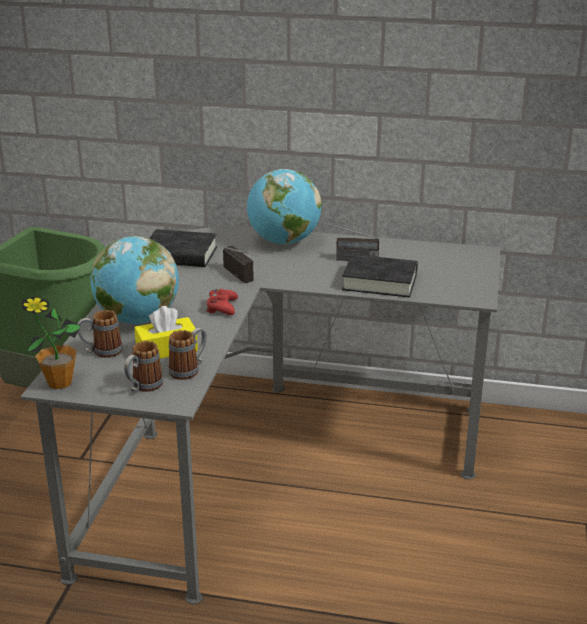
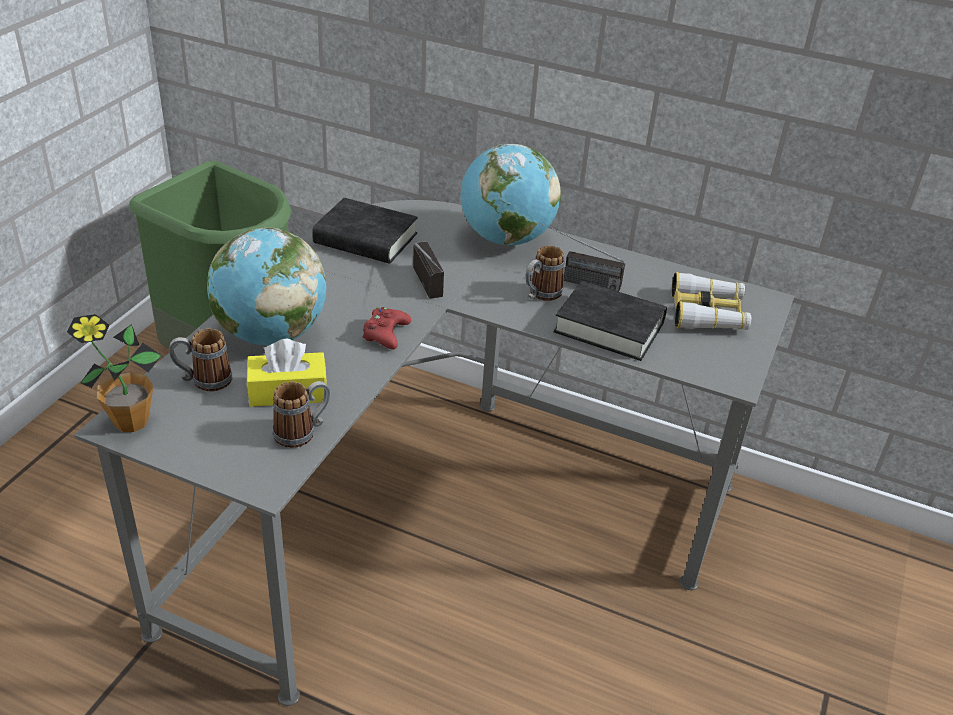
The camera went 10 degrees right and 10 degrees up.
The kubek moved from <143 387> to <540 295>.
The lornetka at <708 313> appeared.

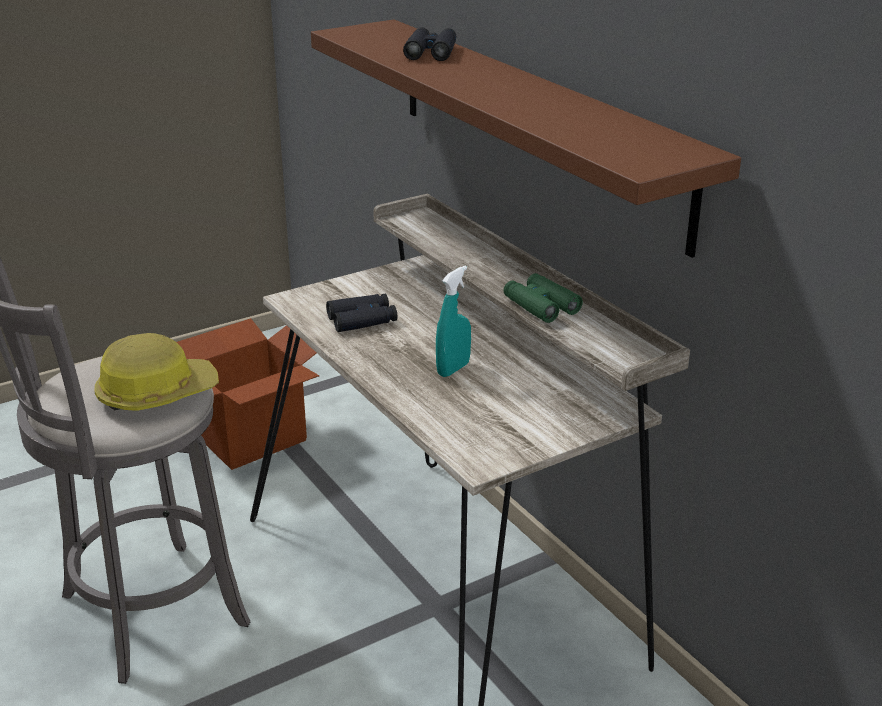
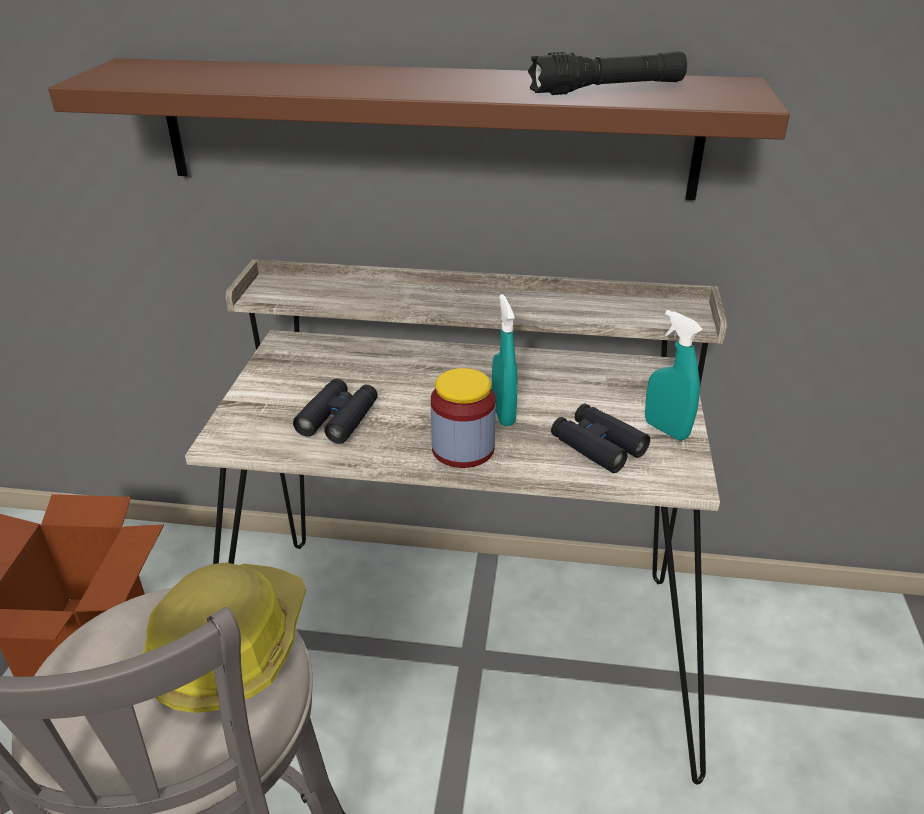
The camera went 50 degrees left and 5 degrees up.
The słoik at <463 449> appeared.
The latarka (czarny) at <607 89> appeared.
The lornetka (czarny) moved from <431 52> to <597 446>.
The spryskiwacz (turkusowy) at <666 430> appeared.
The lornetka (zielony) at <541 305> disappeared.

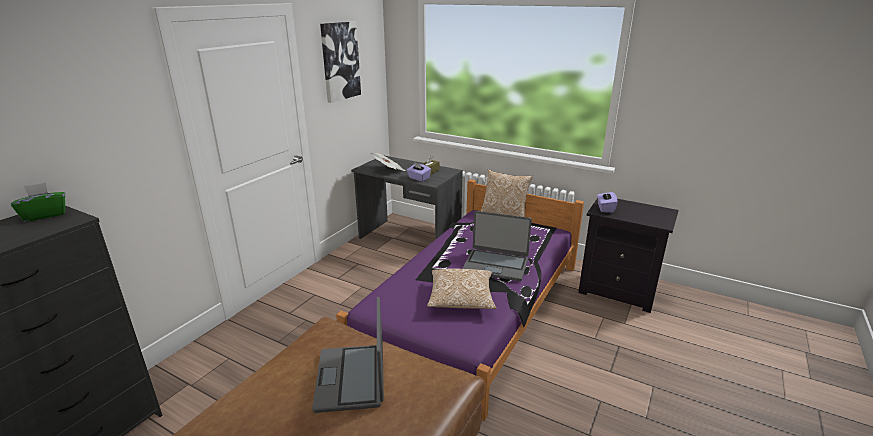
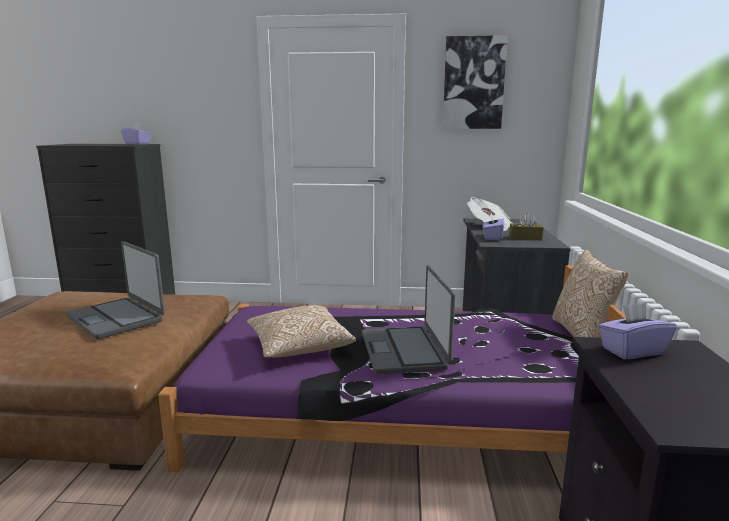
The camera went 65 degrees right and 10 degrees down.
The laptop at <352 378> turned 105 degrees counterclockwise.
The pudełko chusteczek (zielony) at <45 215> became the pudełko chusteczek (fioletowy) at <137 144>.

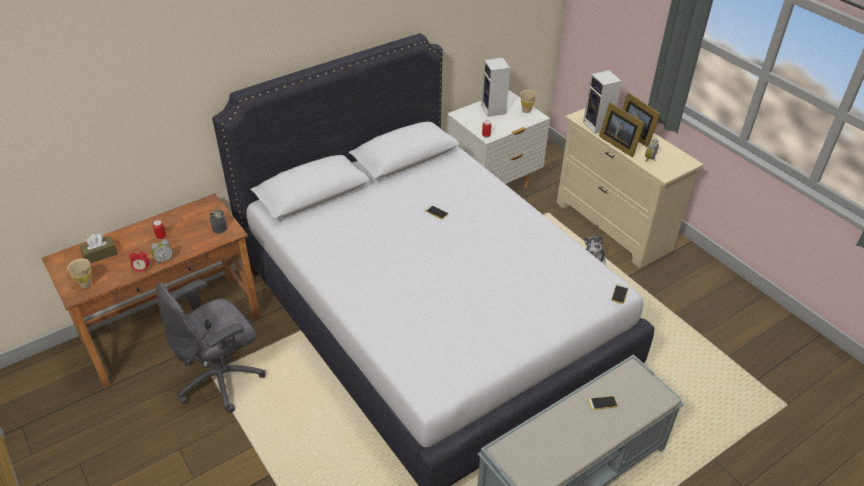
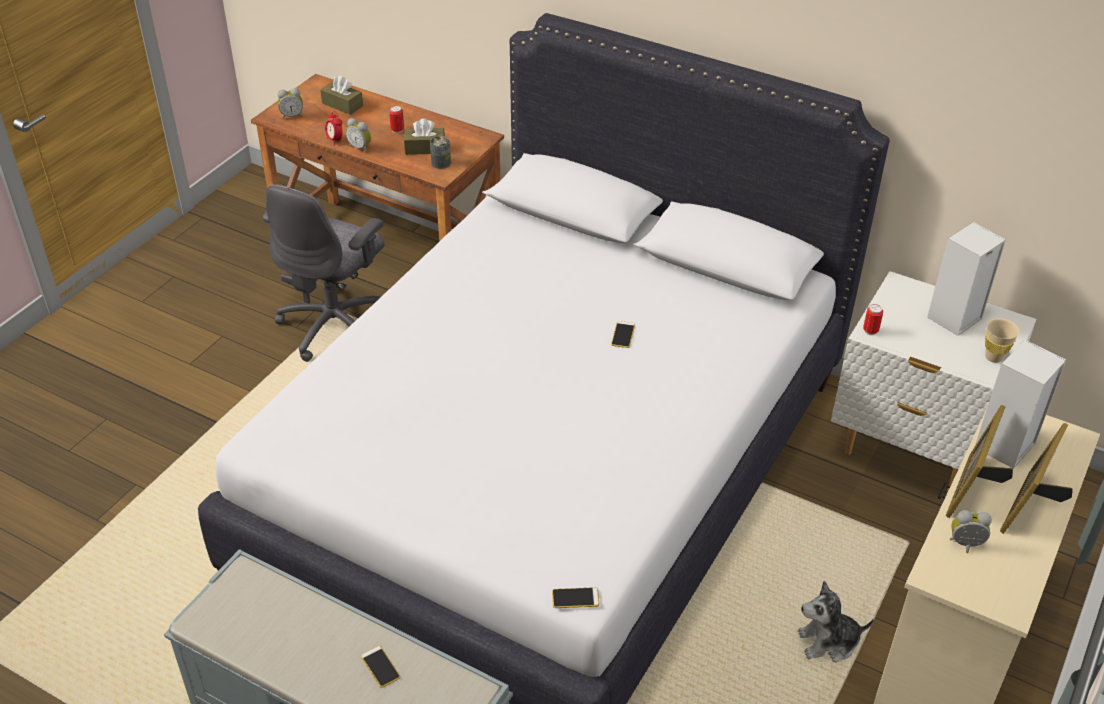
The camera went 65 degrees right and 0 degrees up.
The krzesło biurowe (szary) at <222 379> turned 90 degrees counterclockwise.
The filiżanka (beżowy) at <86 284> was replaced by the budzik at <292 116>.
The pudełko chusteczek (brązowy) at <425 148> appeared.

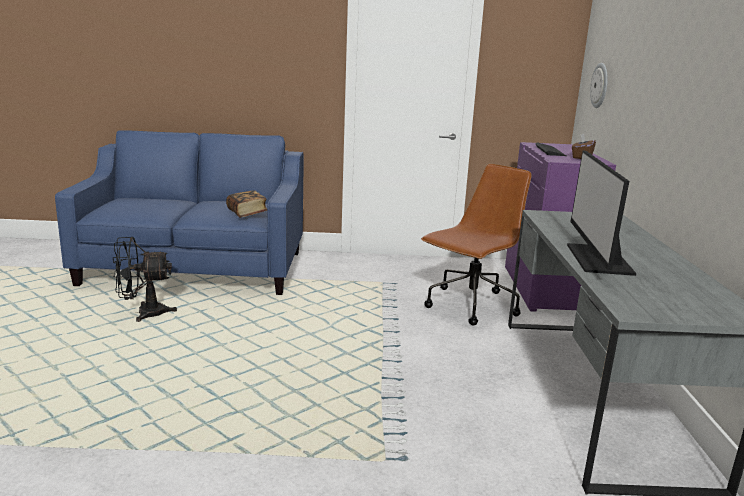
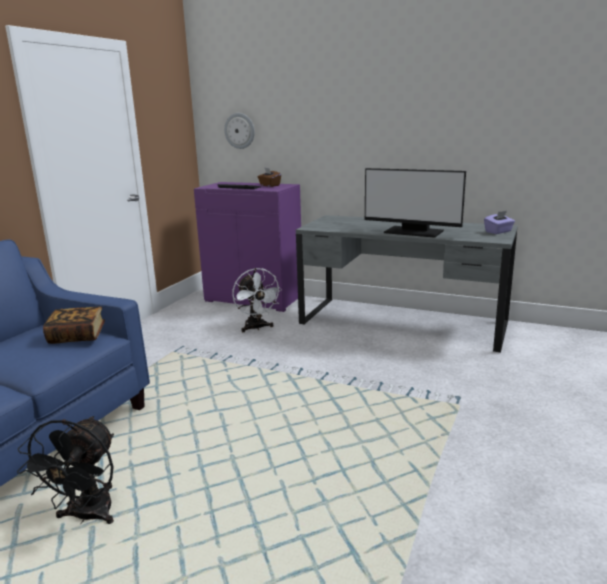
The camera went 65 degrees left and 0 degrees up.
The krzesło biurowe (brązowy) at <470 306> was replaced by the wentylator (biały) at <256 328>.
The pudełko chusteczek (fioletowy) at <498 232> appeared.

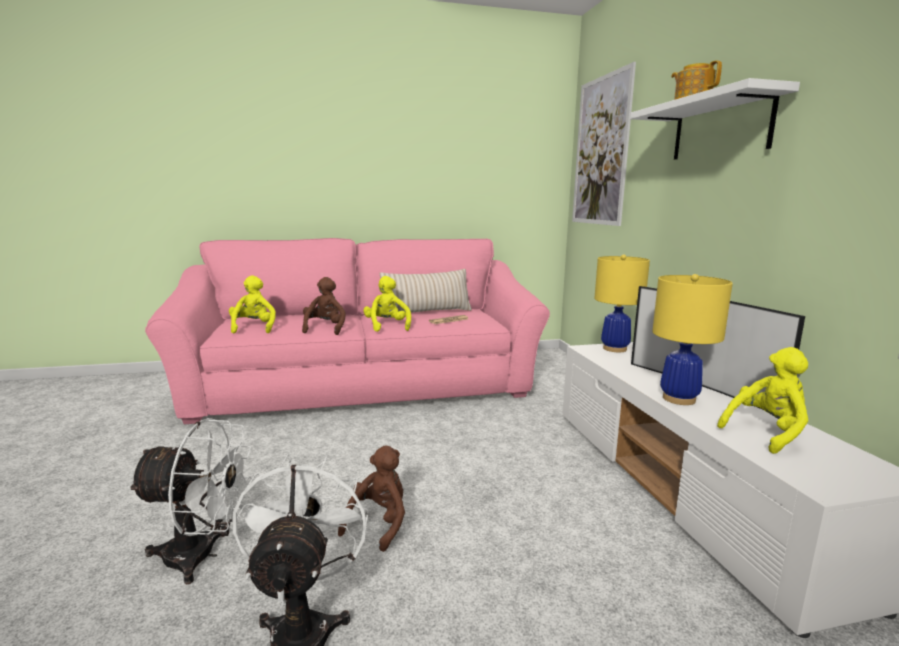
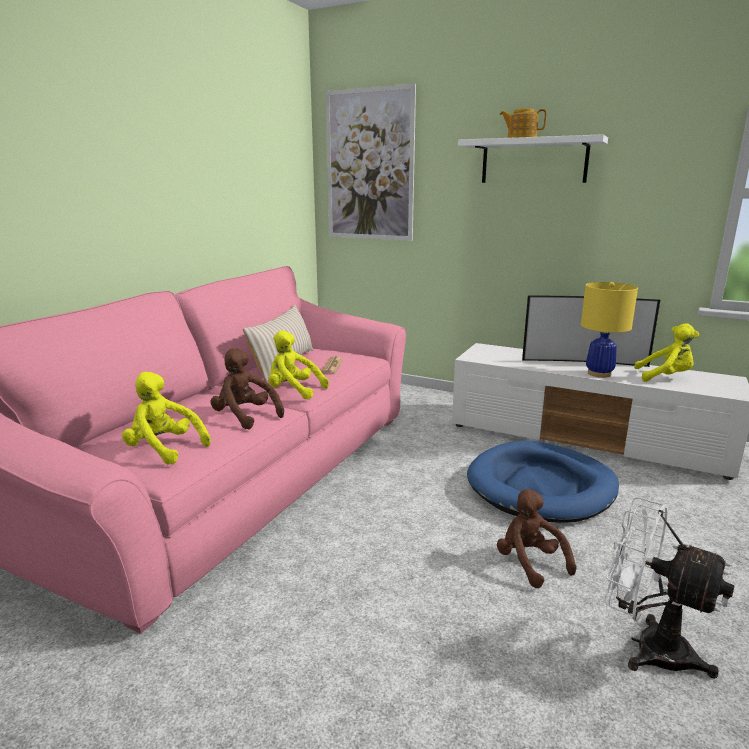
The camera went 50 degrees left and 5 degrees up.
The legowisko (niebieski) at <541 487> appeared.
The pluszak (żółty) at <766 432> turned 90 degrees clockwise.
The wentylator (biały) at <202 556> disappeared.
The lampa stołowa (żółty) at <615 349> disappeared.

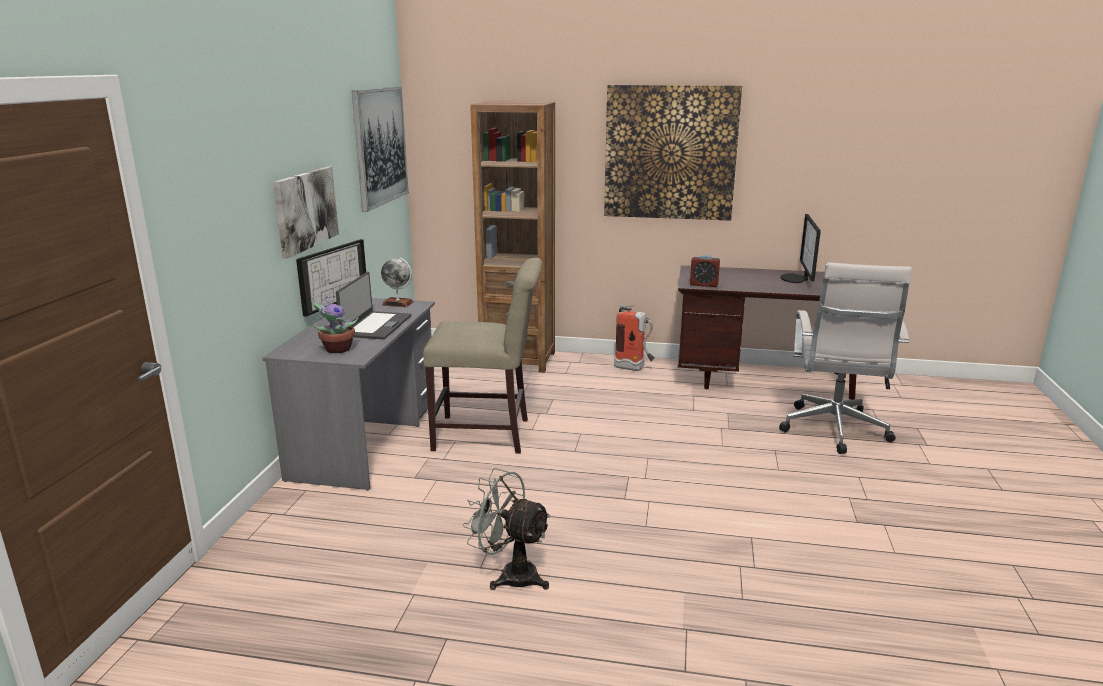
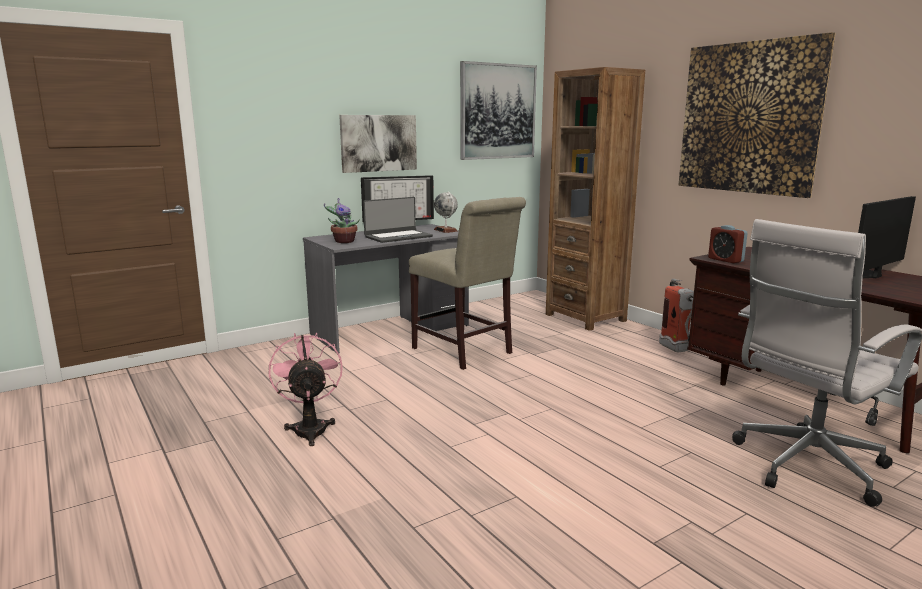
The camera went 45 degrees right and 5 degrees down.
The wentylator (szary) at <510 574> became the wentylator (różowy) at <310 428>.

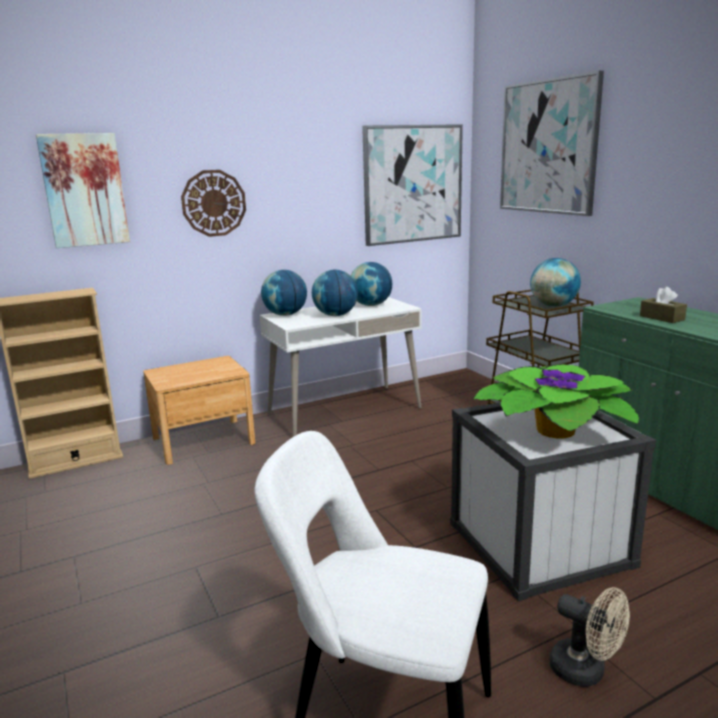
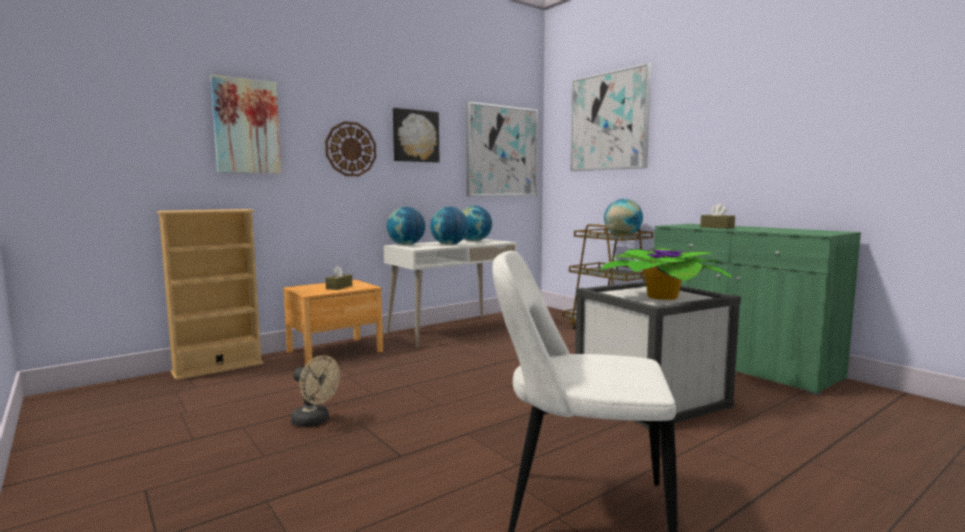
The camera went 10 degrees left and 10 degrees down.
The wentylator (beżowy) moved from <586 671> to <315 421>.
The pudełko chusteczek (brązowy) at <339 287> appeared.
The obraz at <415 136> appeared.

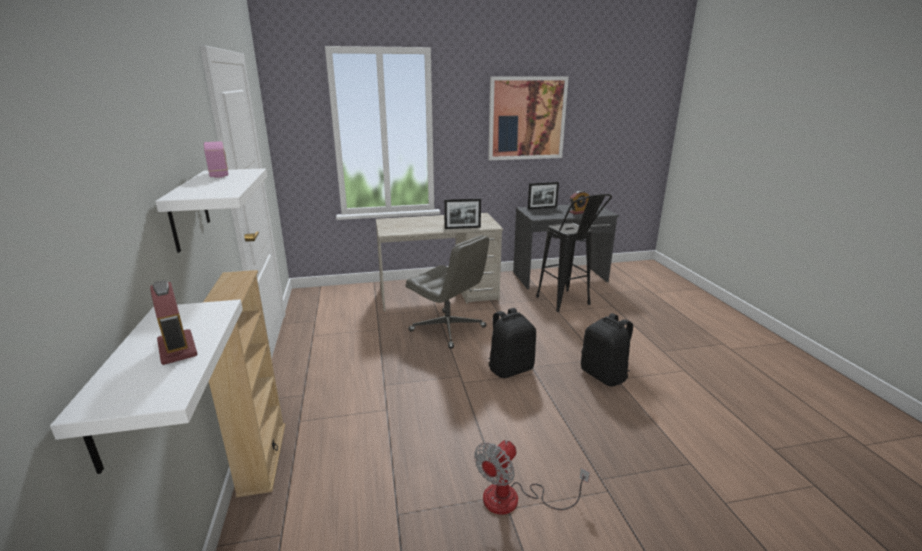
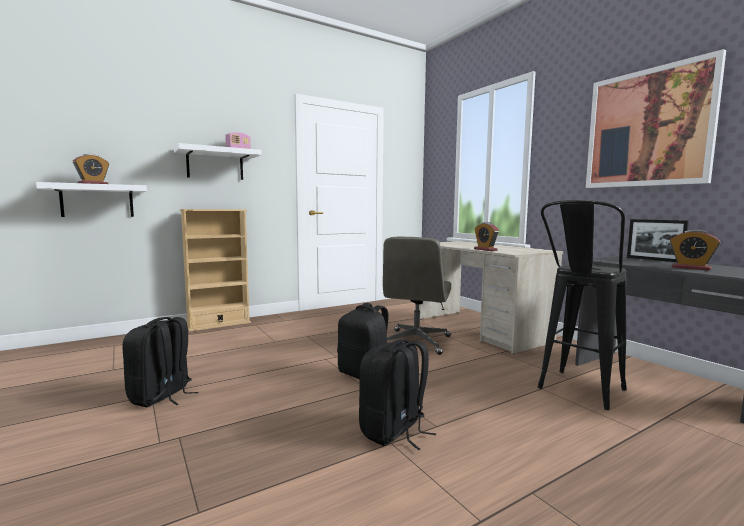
The camera went 70 degrees right and 15 degrees down.
The wentylator at <514 499> was replaced by the plecak (czarny) at <161 396>.
The ramka na zdjęcie at <462 228> was replaced by the budzik at <485 249>.

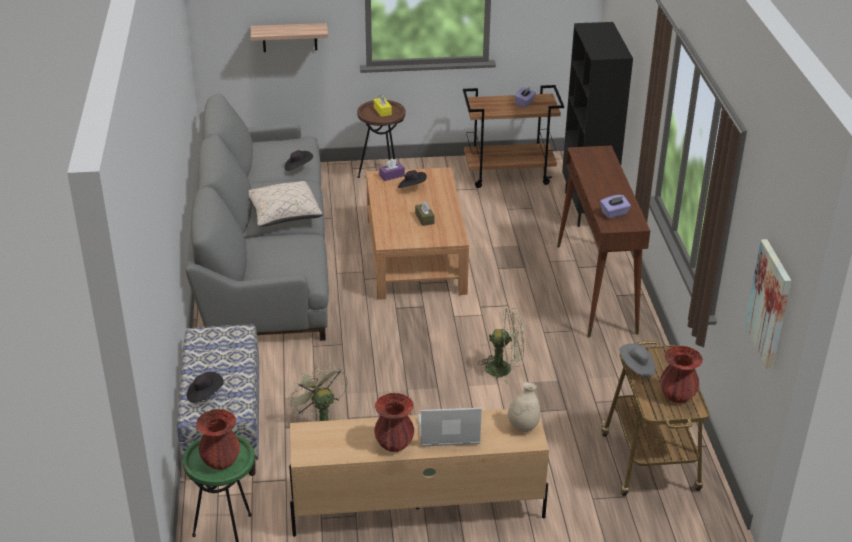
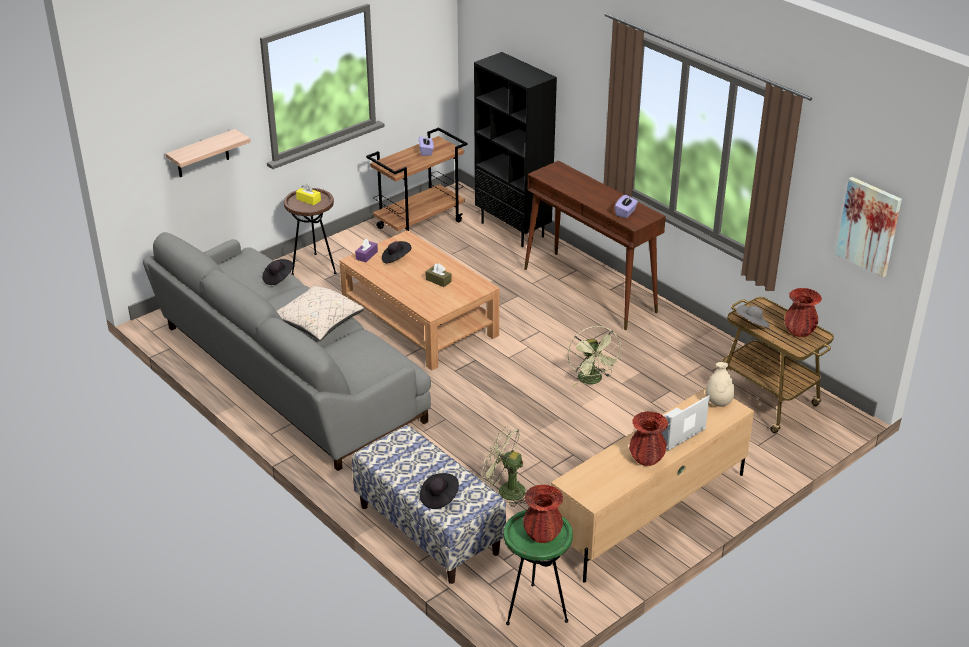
The camera went 35 degrees left and 0 degrees up.
The wentylator (zielony) at <504 368> turned 105 degrees clockwise.

